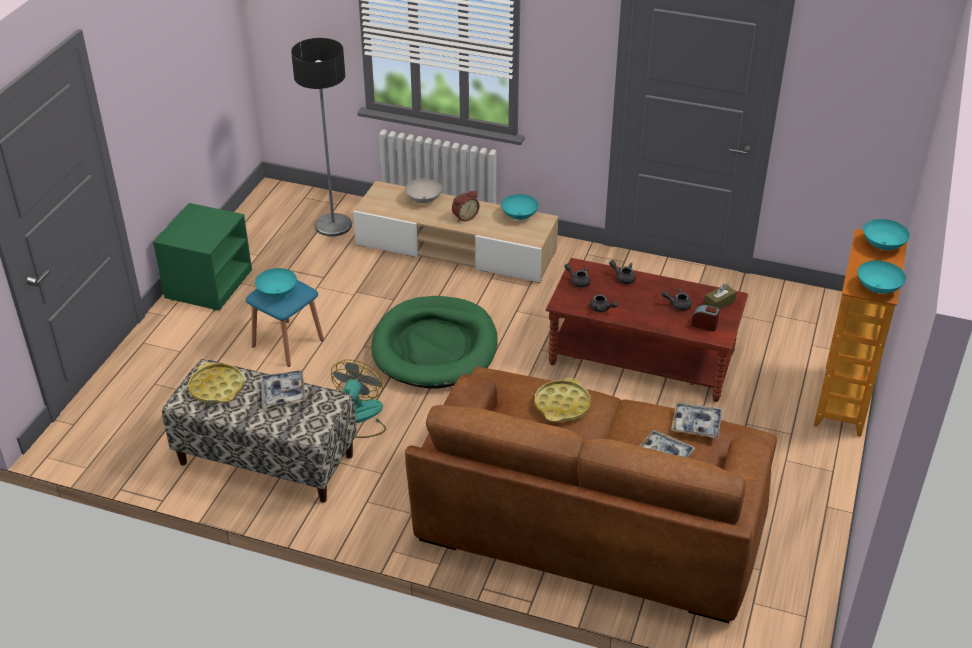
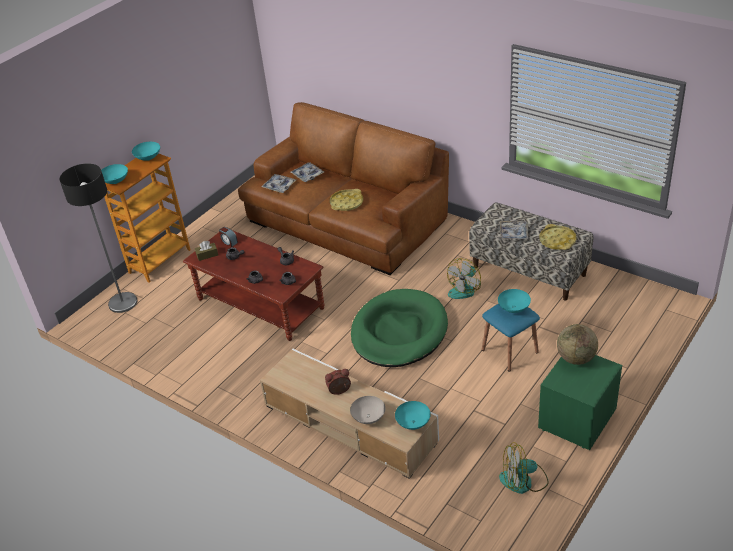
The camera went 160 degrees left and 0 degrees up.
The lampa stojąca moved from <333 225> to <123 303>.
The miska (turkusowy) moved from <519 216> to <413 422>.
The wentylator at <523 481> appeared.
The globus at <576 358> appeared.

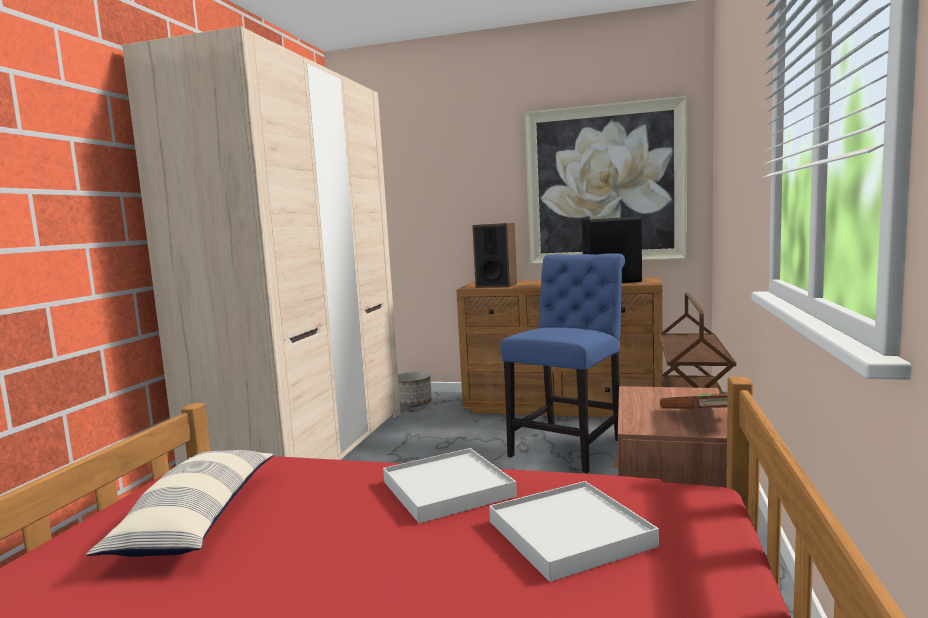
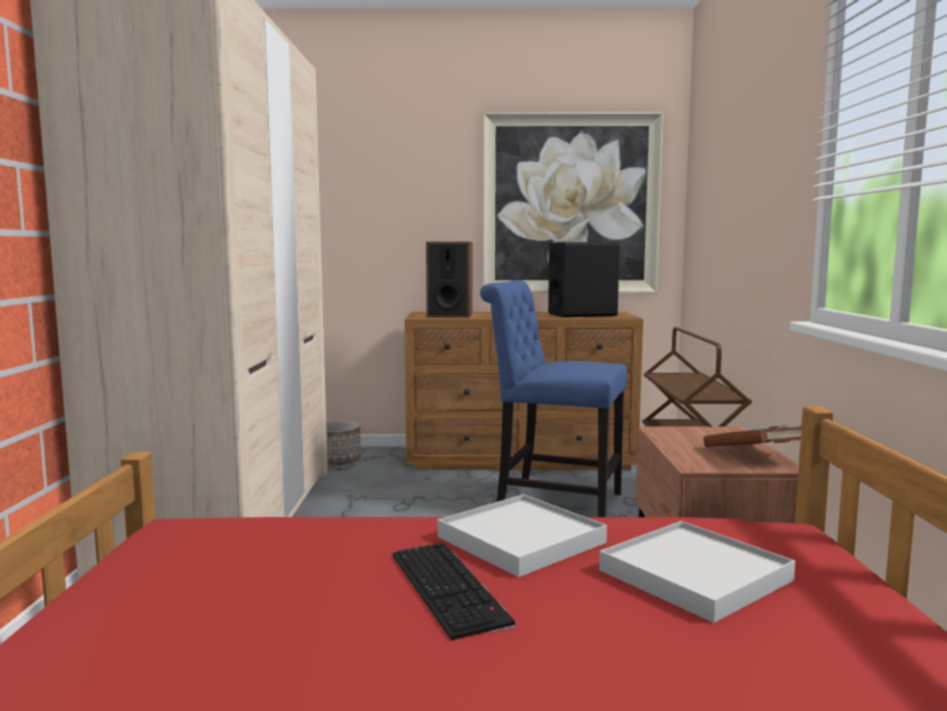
The camera went 15 degrees left and 0 degrees up.
The klawiatura at <451 588> appeared.
The krzesło (niebieski) at <570 446> turned 90 degrees counterclockwise.
The poduszka at <197 519> disappeared.

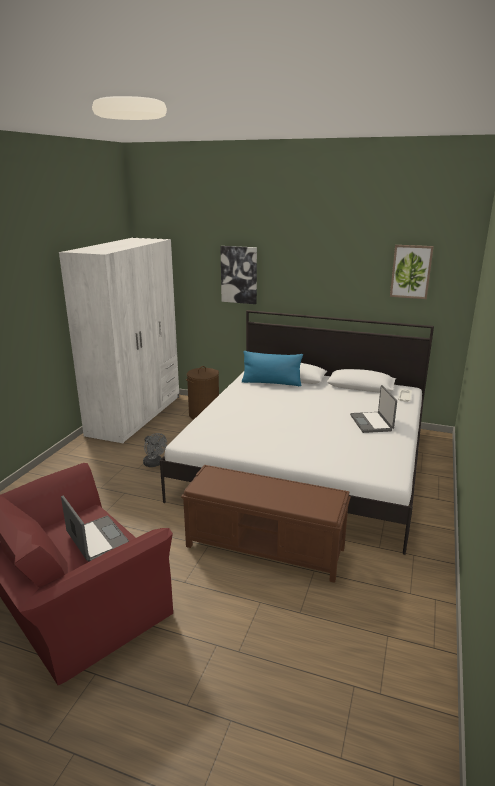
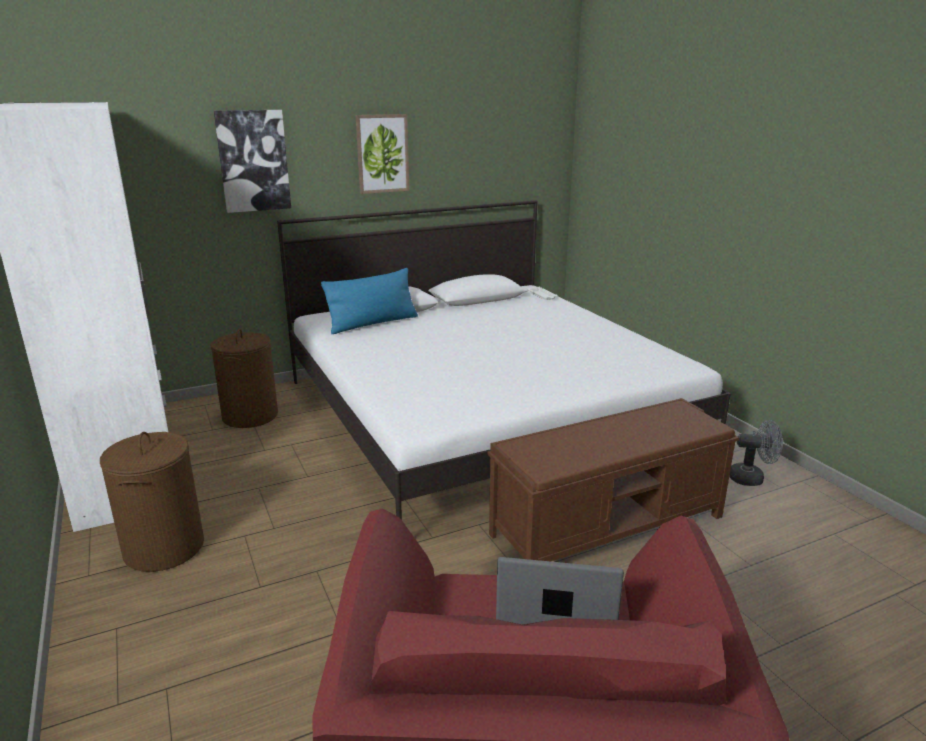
The camera went 45 degrees left and 0 degrees up.
The kosz na pranie (brązowy) at <164 548> appeared.
The obraz moved from <411 271> to <382 153>.
The wentylator (szary) moved from <154 464> to <751 478>.
The laptop at <372 423> disappeared.

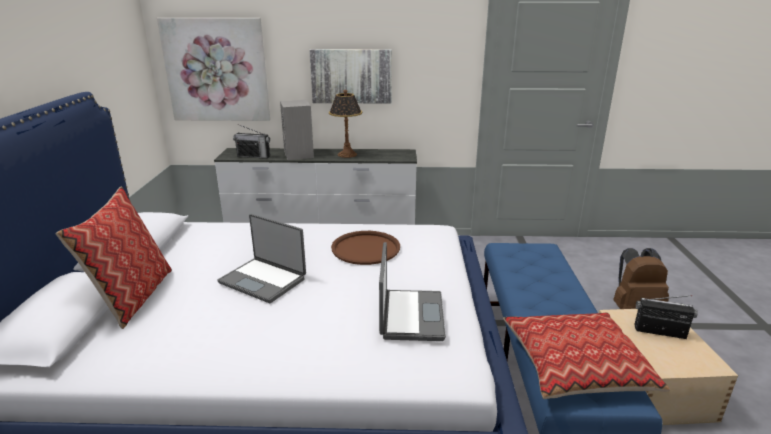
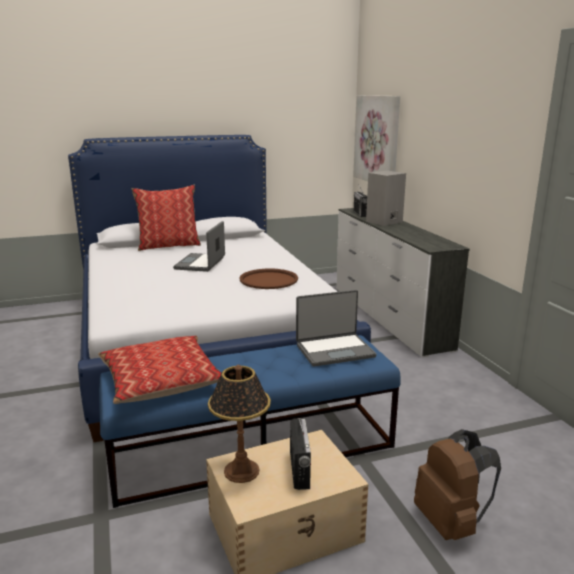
The camera went 70 degrees right and 5 degrees down.
The lampa stołowa moved from <347 154> to <241 471>.
The laptop moved from <410 316> to <334 350>.
The obraz at <351 76> disappeared.

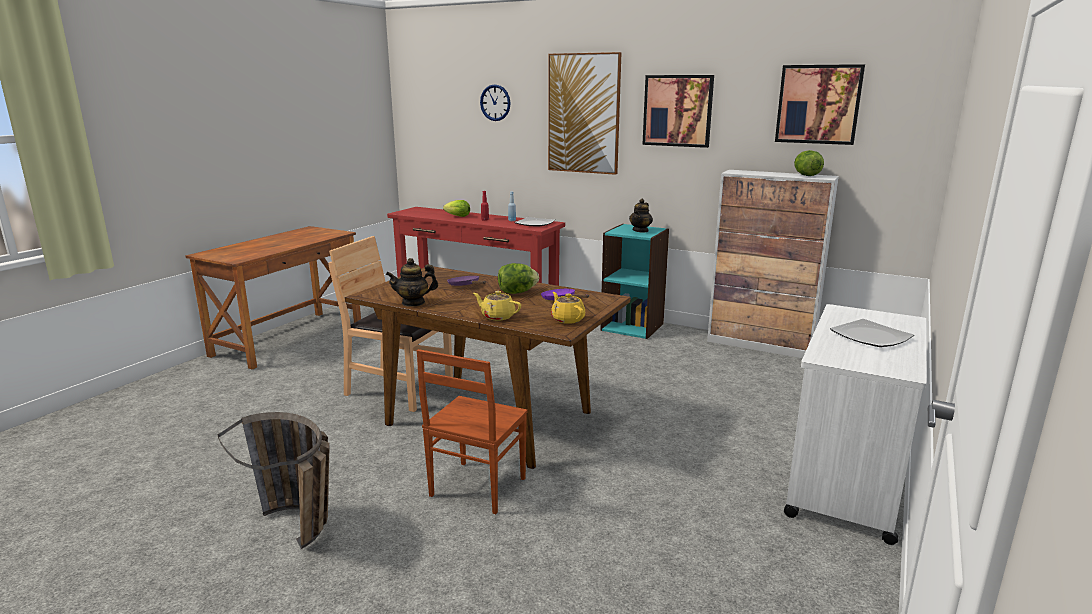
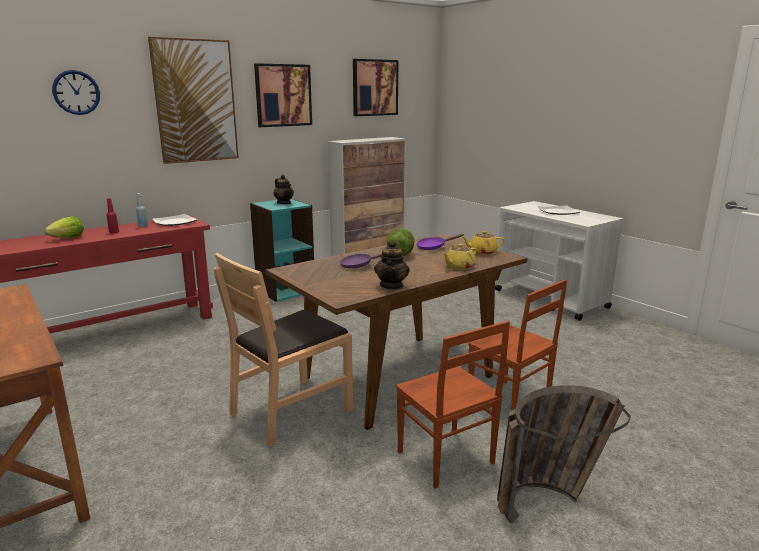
The camera went 65 degrees left and 0 degrees up.
The krzesło (brązowy) at <445 459> appeared.
The sałata at <806 175> disappeared.

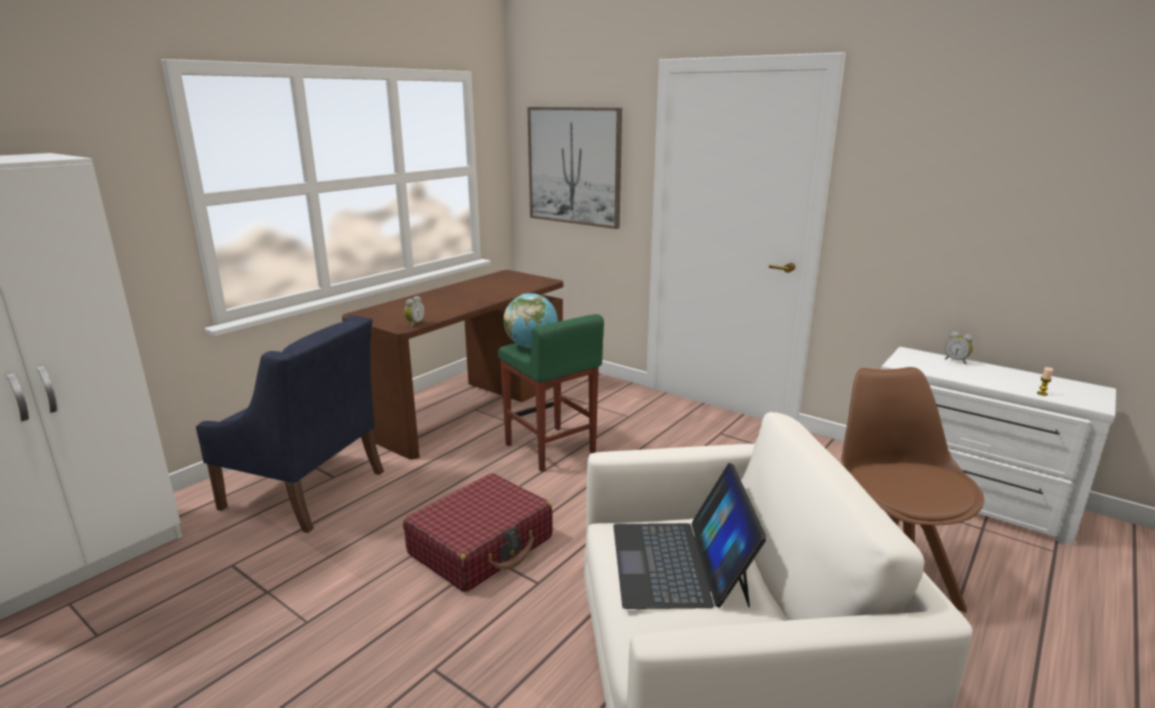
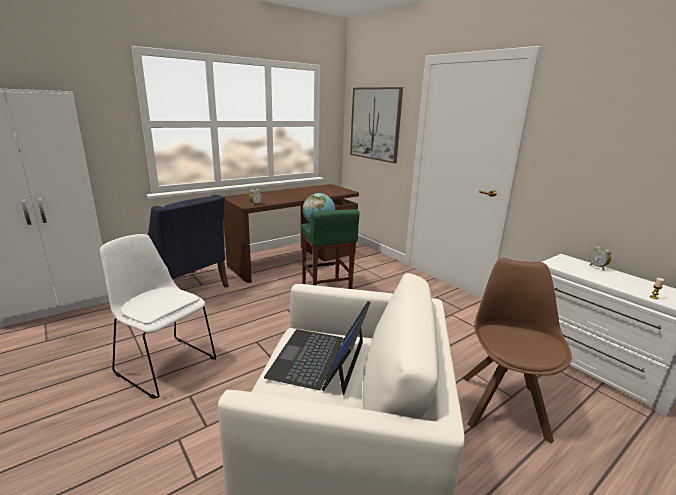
The camera went 15 degrees right and 0 degrees up.
The krzesło (biały) at <164 364> appeared.
The walizka (czerwony) at <481 546> disappeared.

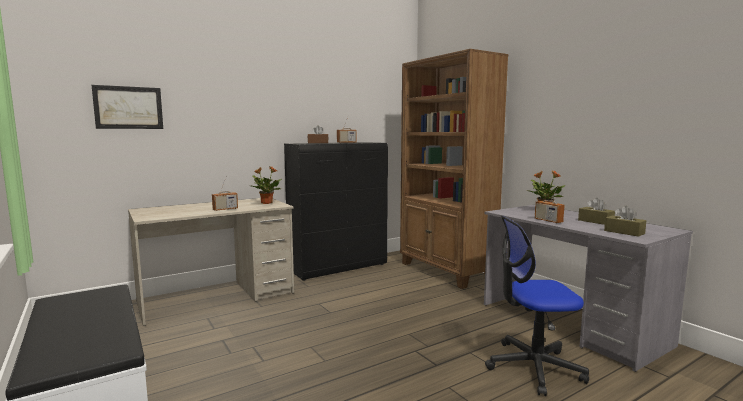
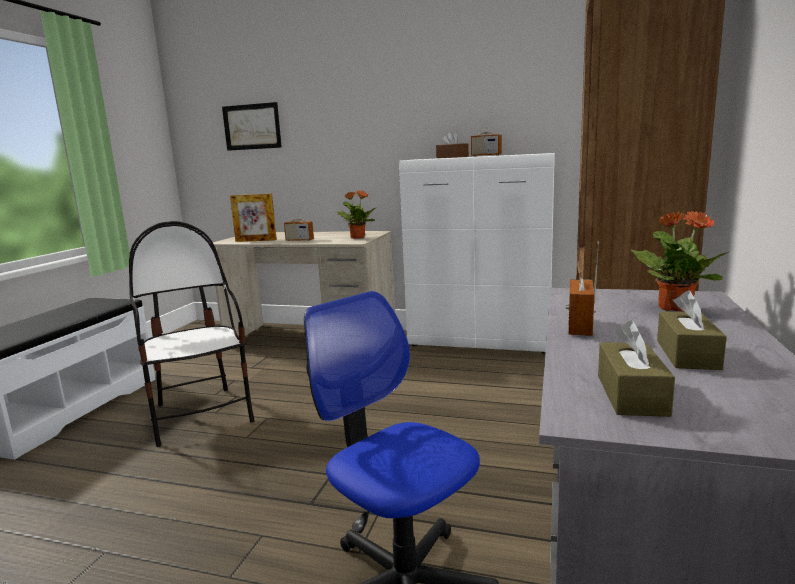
The camera went 50 degrees right and 5 degrees up.
The krzesło at <201 415> appeared.
The ramka na zdjęcie at <256 240> appeared.
The szafka (czarny) at <339 268> became the szafka (biały) at <480 342>.

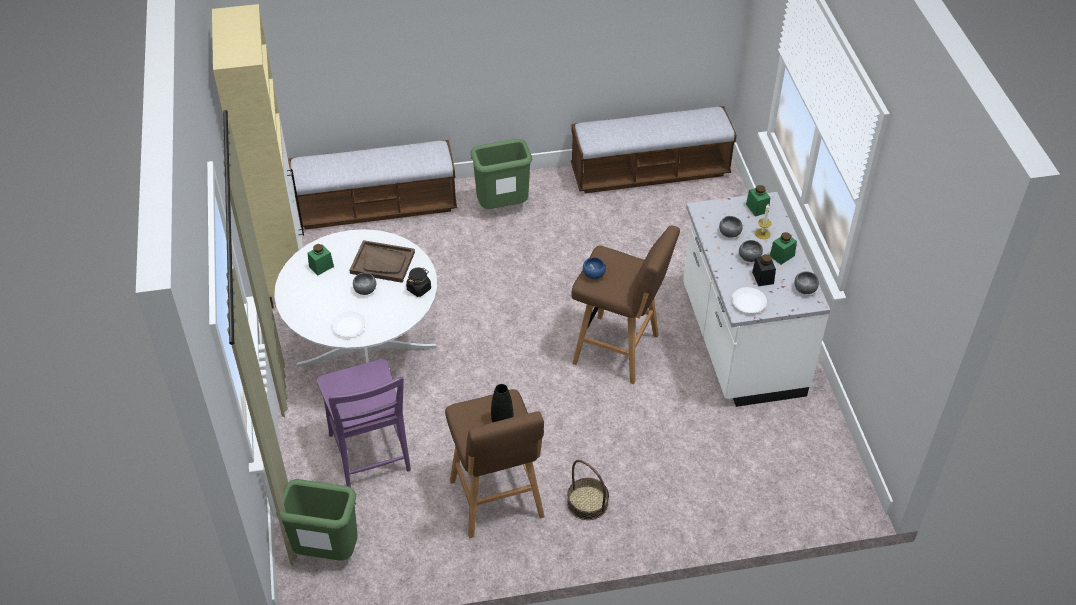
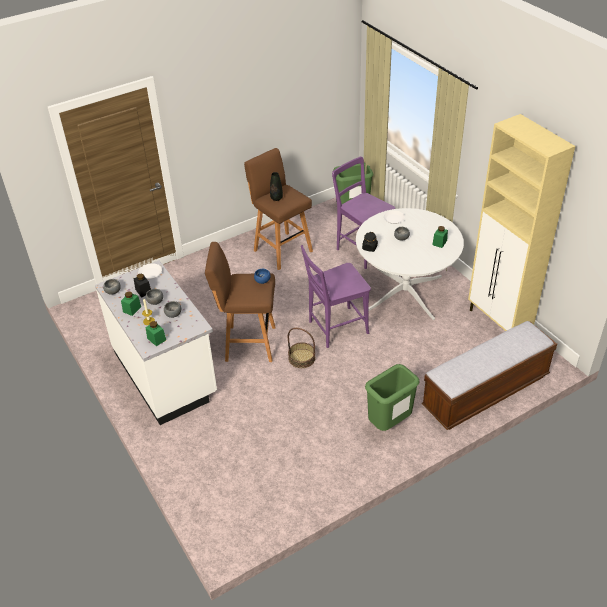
The camera went 160 degrees right and 5 degrees down.
The koszyk moved from <587 502> to <301 358>.
The krzesło (fioletowy) at <335 328> appeared.
The taca (brązowy) at <382 263> disappeared.
The ławka at <650 172> disappeared.

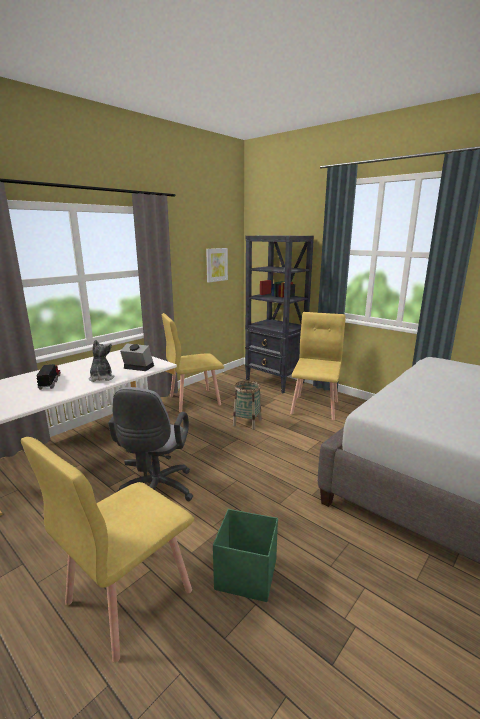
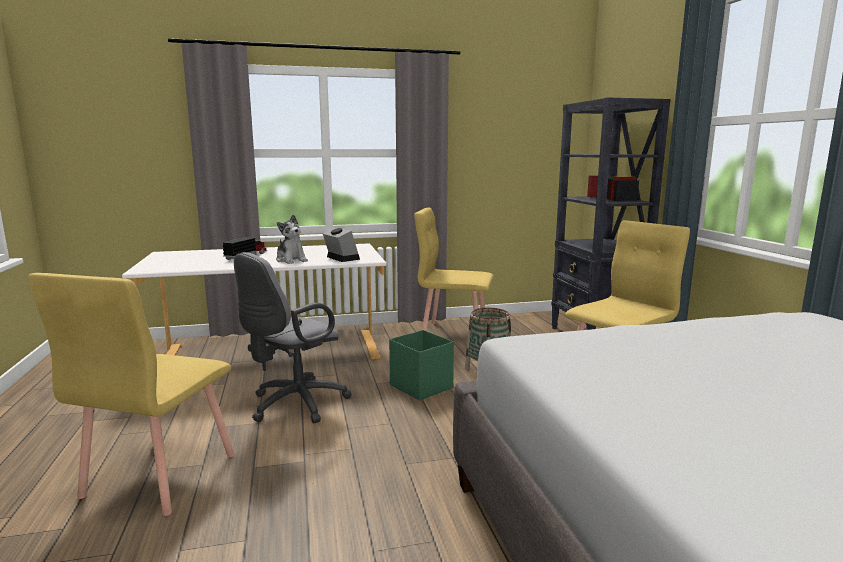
The camera went 35 degrees right and 5 degrees down.
The krzesło (żółty) at <128 596> turned 60 degrees counterclockwise.
The pluszak at <101 378> turned 120 degrees clockwise.
The pojemnik do przechowywania (zielony) moved from <245 574> to <421 386>.
The obraz at <216 264> disappeared.

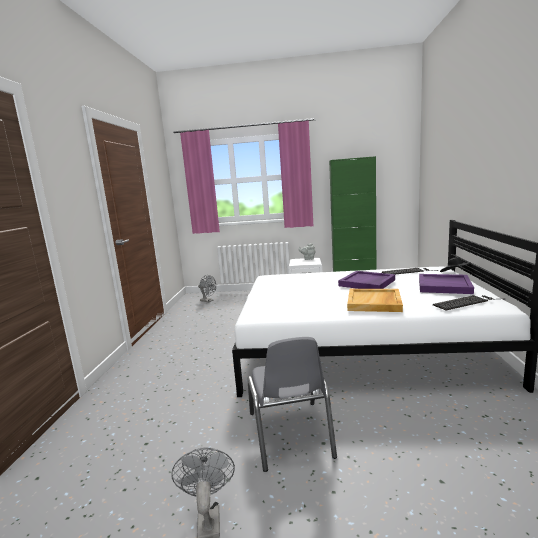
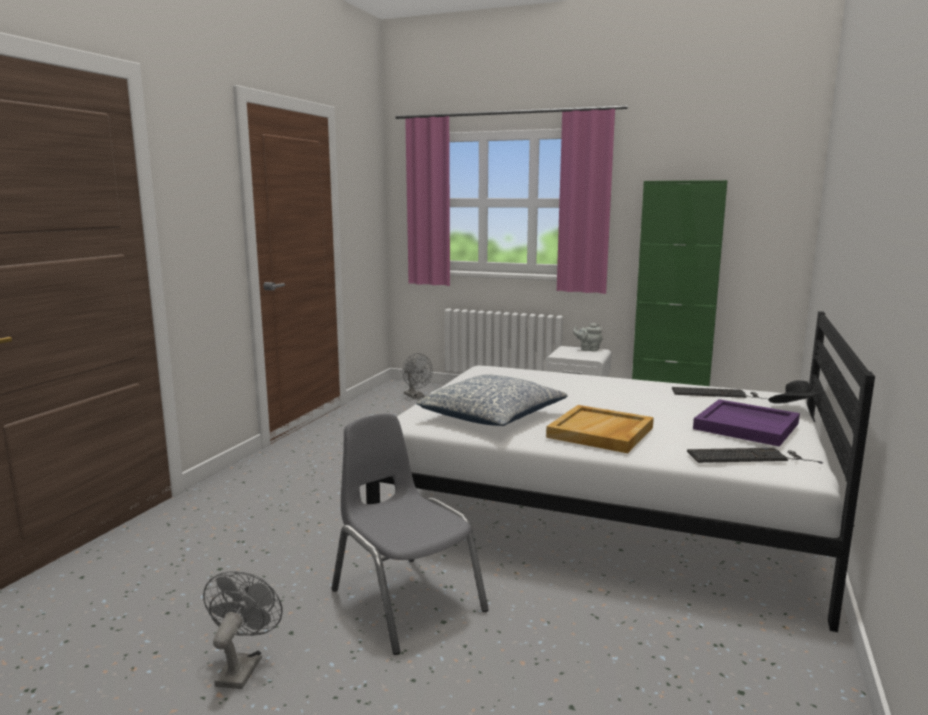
The camera went 15 degrees right and 0 degrees up.
The krzesło (szary) at <290 434> turned 135 degrees clockwise.
The poduszka at <492 418> appeared.
The taca (fioletowy) at <367 283> disappeared.

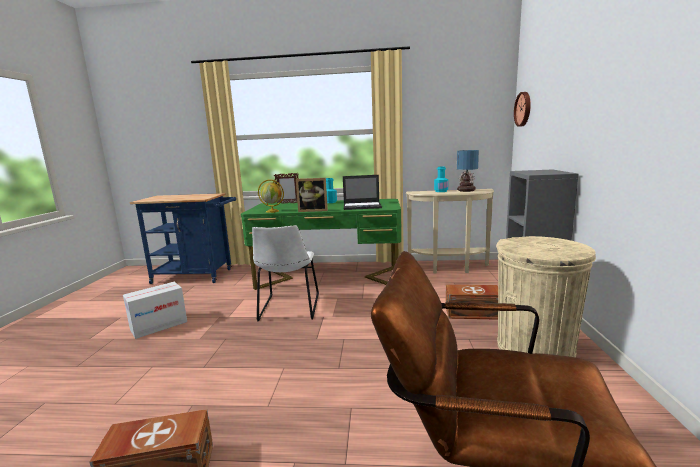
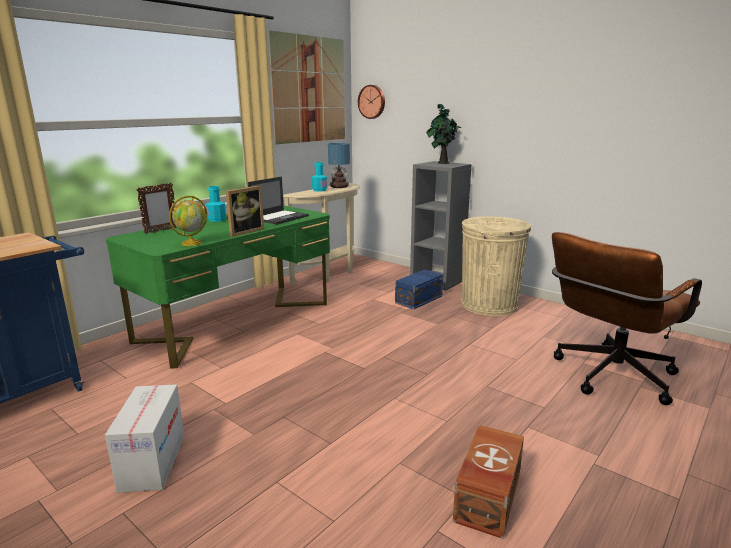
The camera went 55 degrees left and 5 degrees up.
The obraz at <310 90> appeared.
The pojemnik do przechowywania (brązowy) at <473 313> became the pojemnik do przechowywania (niebieski) at <420 299>.
The roślina doniczkowa at <442 163> appeared.
The krzesło (biały) at <289 308> disappeared.

